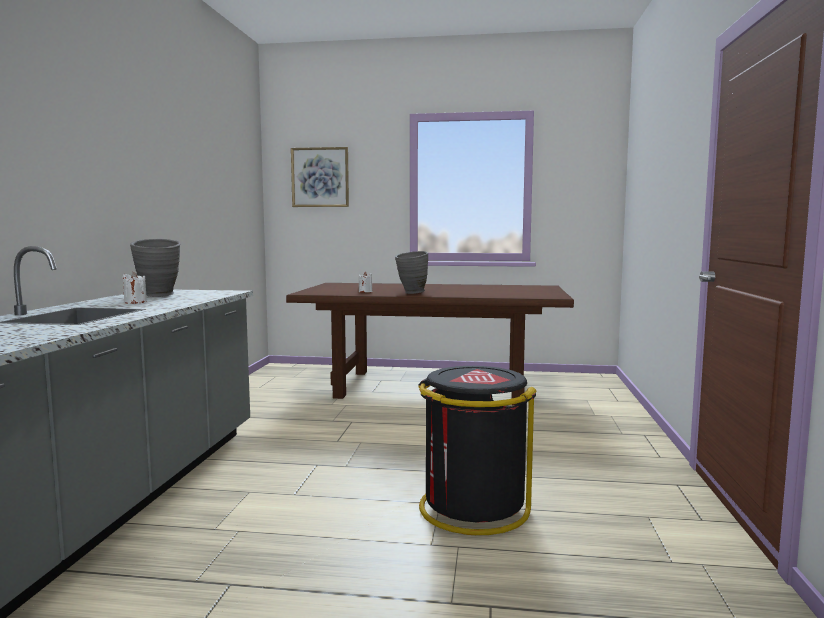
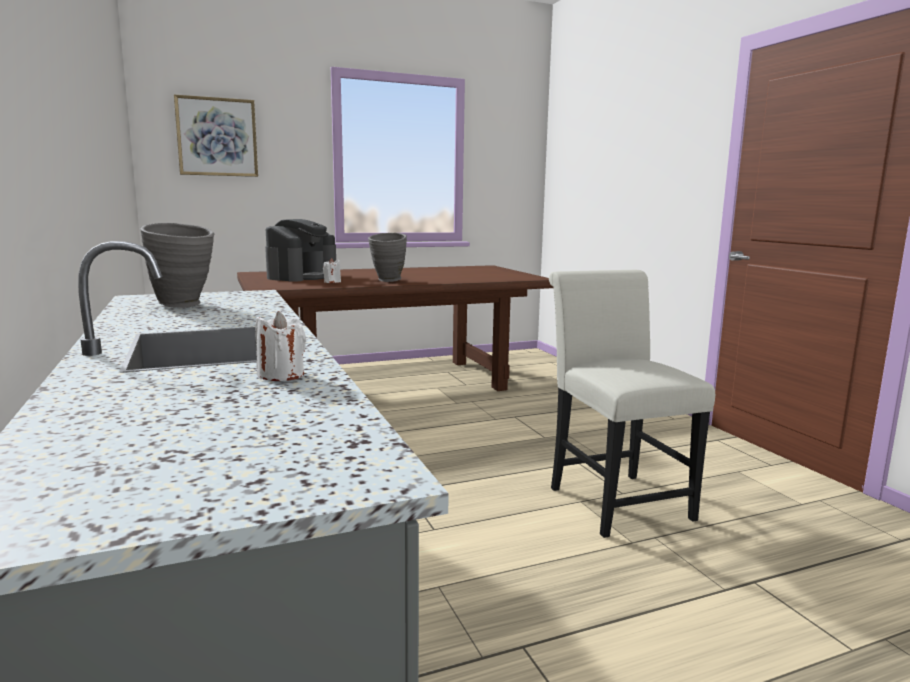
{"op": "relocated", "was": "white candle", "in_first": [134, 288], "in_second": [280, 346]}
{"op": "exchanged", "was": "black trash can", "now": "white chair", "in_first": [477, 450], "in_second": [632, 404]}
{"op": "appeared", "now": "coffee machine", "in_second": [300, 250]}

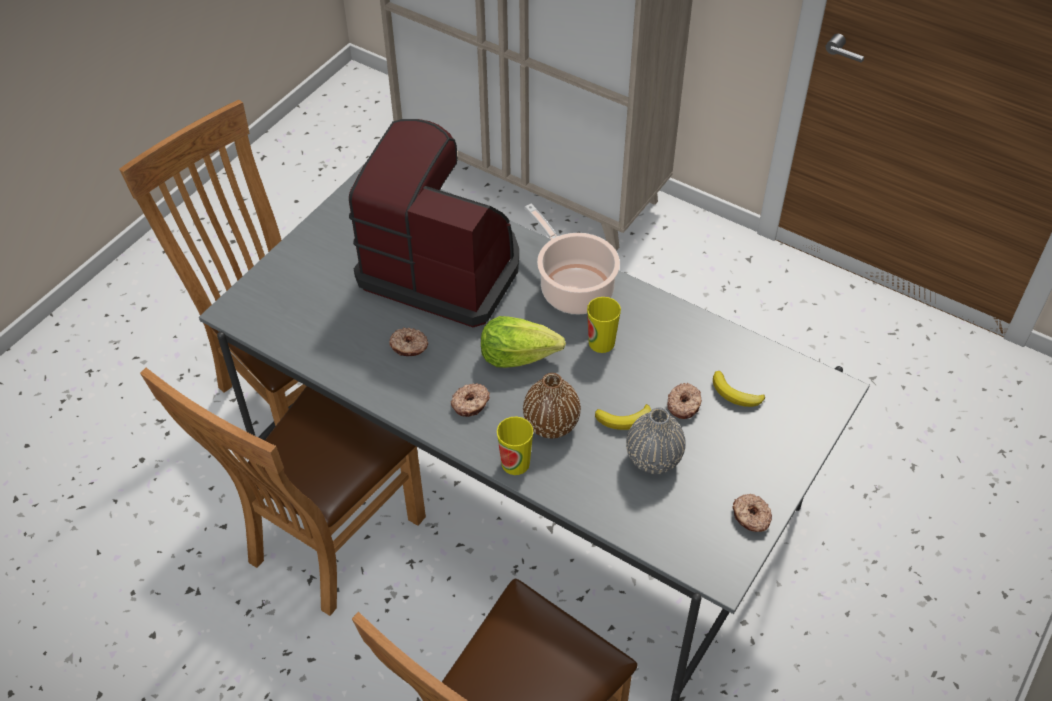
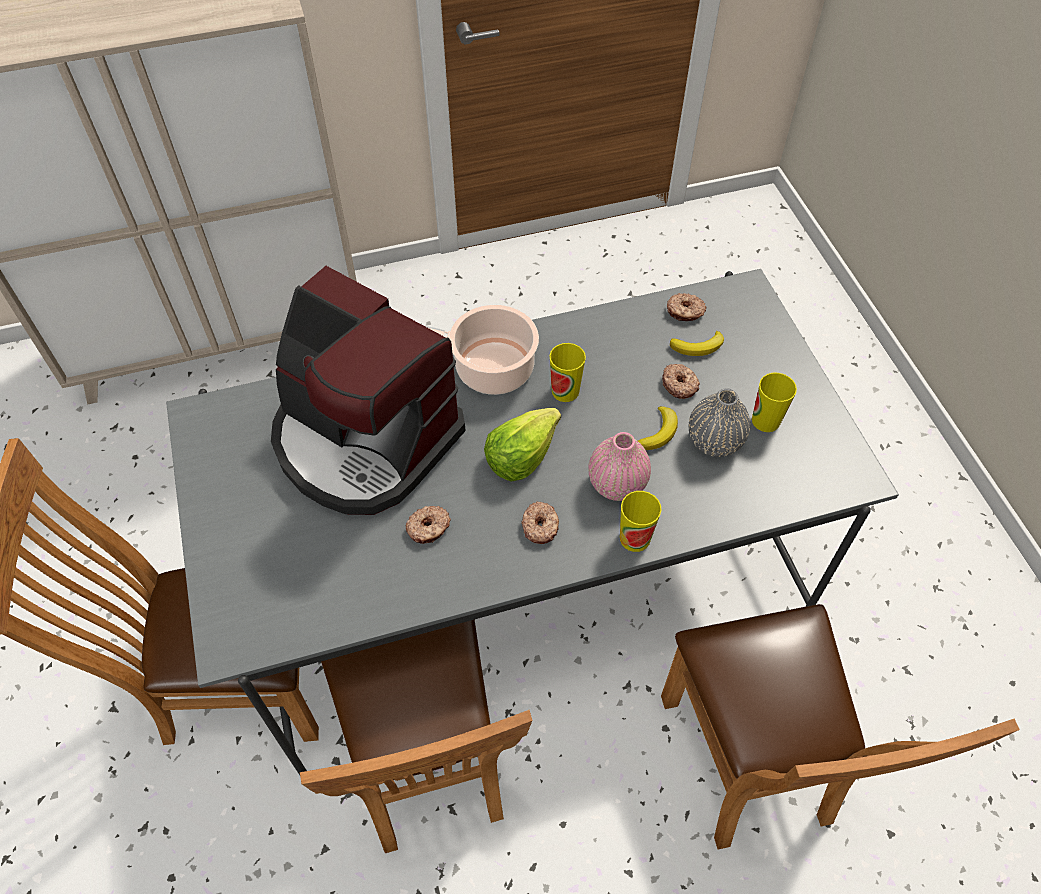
{"op": "spun", "was": "coffee machine", "in_first": [434, 223], "in_second": [368, 390], "clockwise": -120}
{"op": "colour", "was": "brown vase", "now": "pink vase", "in_first": [552, 405], "in_second": [619, 466]}
{"op": "relocated", "was": "donut", "in_first": [752, 513], "in_second": [687, 307]}
{"op": "appeared", "now": "cup", "in_second": [774, 402]}

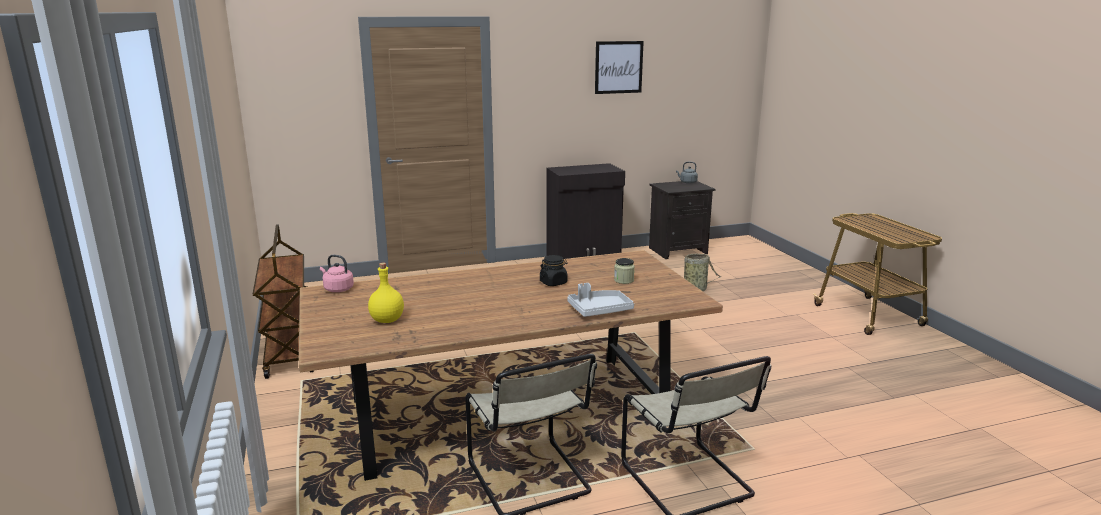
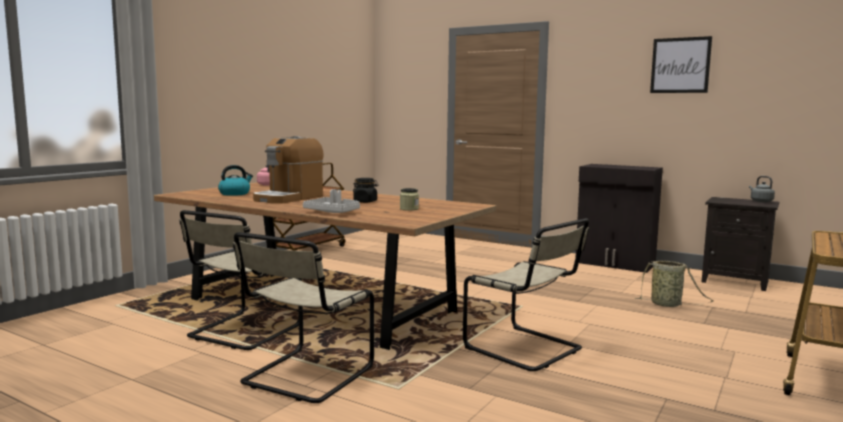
{"op": "exchanged", "was": "yellow bottle", "now": "kettle", "in_first": [386, 293], "in_second": [235, 180]}
{"op": "appeared", "now": "coffee machine", "in_second": [288, 170]}
{"op": "appeared", "now": "beige chair", "in_second": [526, 294]}

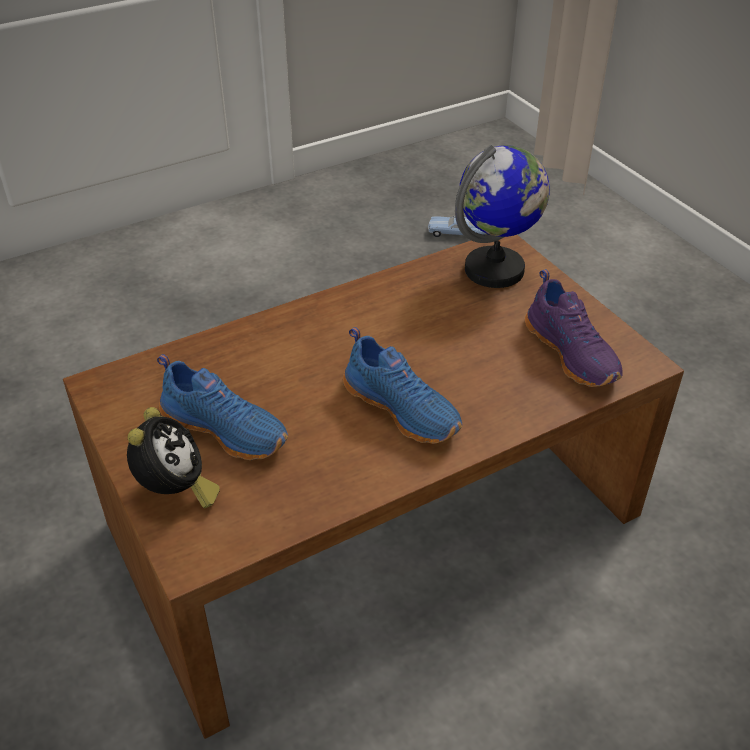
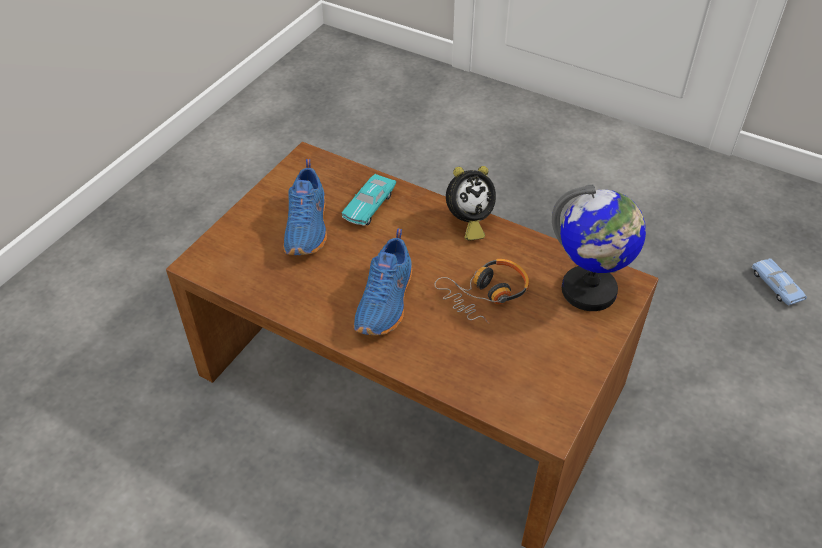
{"op": "relocated", "was": "alarm clock", "in_first": [173, 458], "in_second": [471, 203]}
{"op": "missing", "was": "purple shoe", "in_first": [574, 328]}
{"op": "appeared", "now": "turquoise toy car", "in_second": [369, 200]}
{"op": "appeared", "now": "headphones", "in_second": [481, 291]}

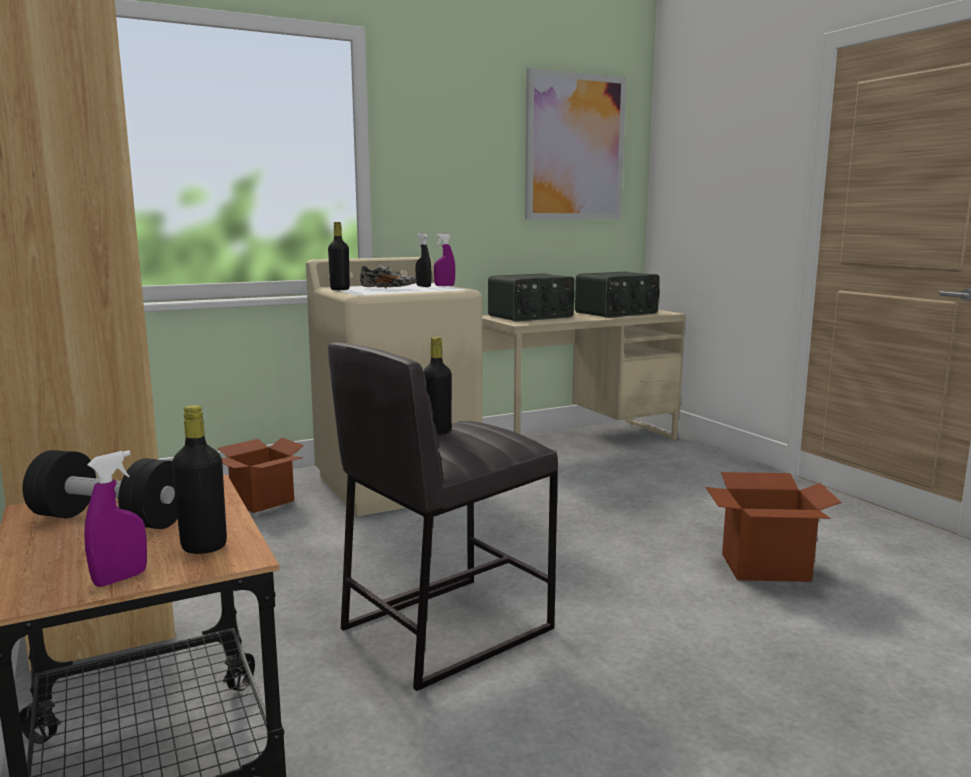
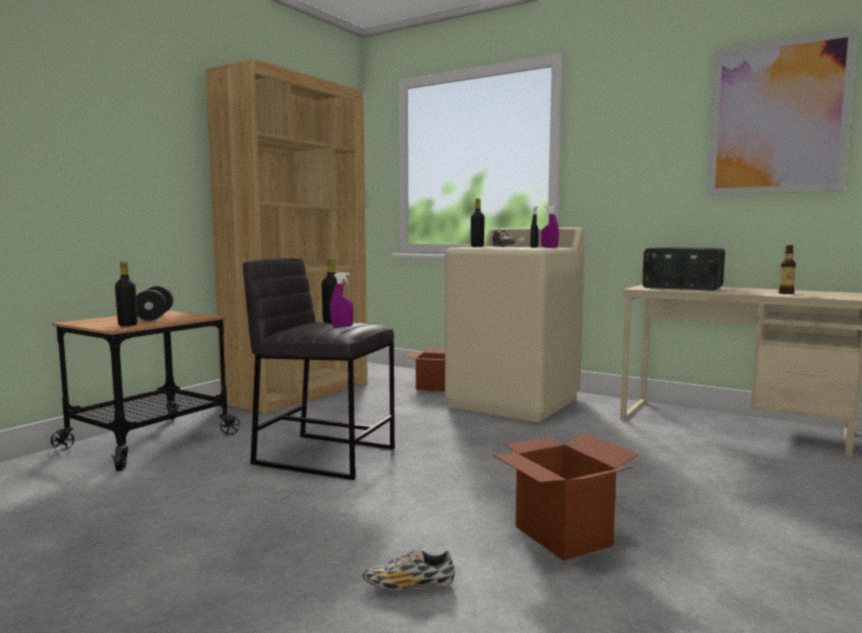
{"op": "relocated", "was": "purple spray bottle", "in_first": [115, 518], "in_second": [342, 299]}
{"op": "exchanged", "was": "radio", "now": "bottle", "in_first": [617, 294], "in_second": [787, 269]}
{"op": "appeared", "now": "shoe", "in_second": [408, 568]}

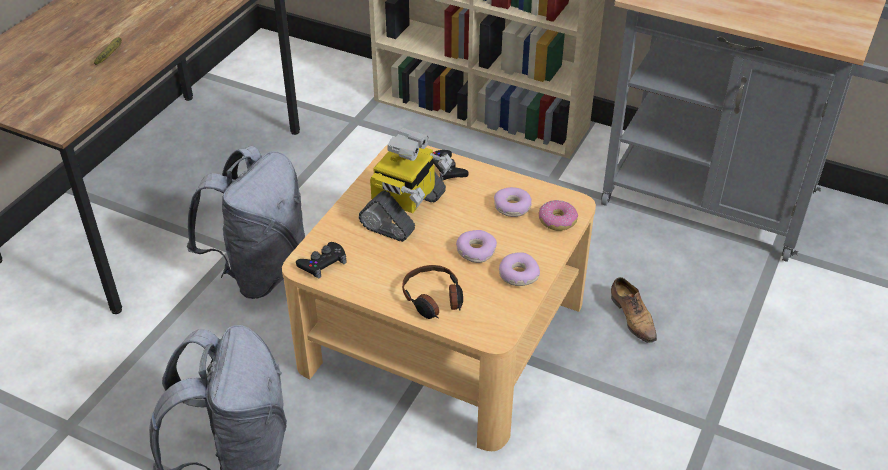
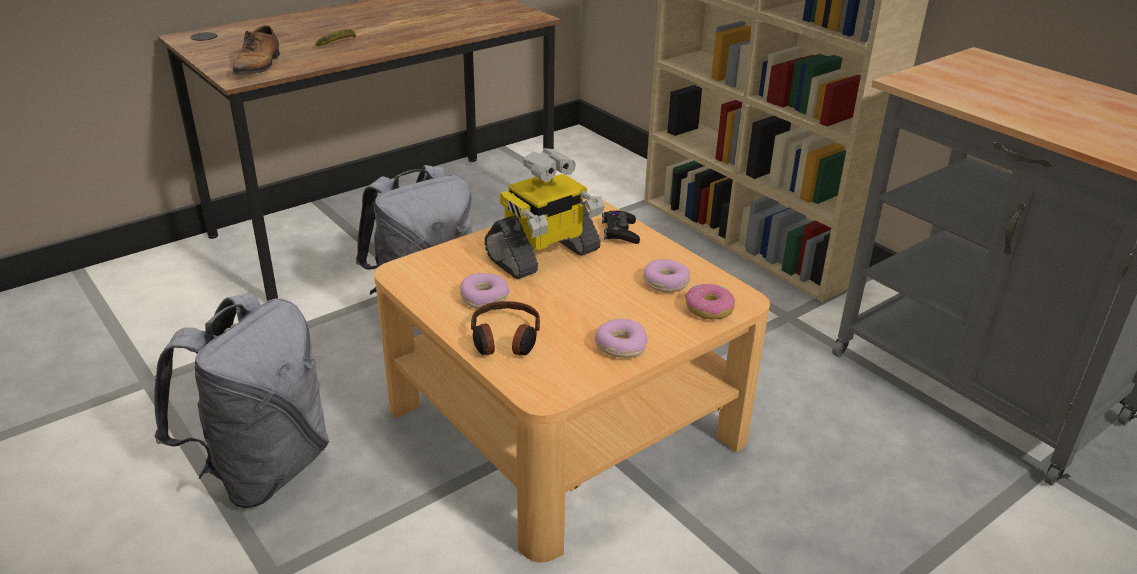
{"op": "missing", "was": "black game controller", "in_first": [321, 260]}
{"op": "relocated", "was": "donut", "in_first": [476, 246], "in_second": [484, 291]}
{"op": "relocated", "was": "shoe", "in_first": [634, 310], "in_second": [256, 50]}

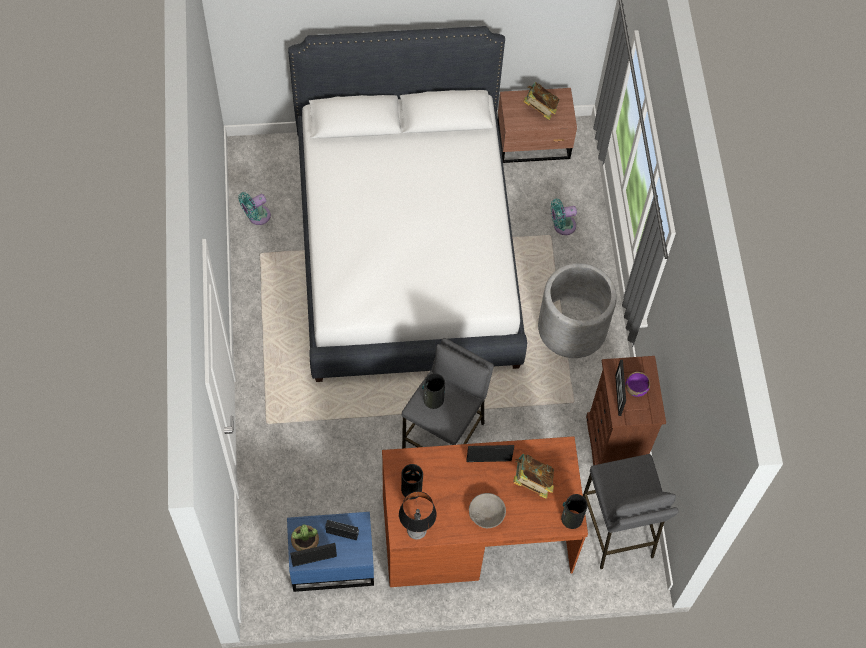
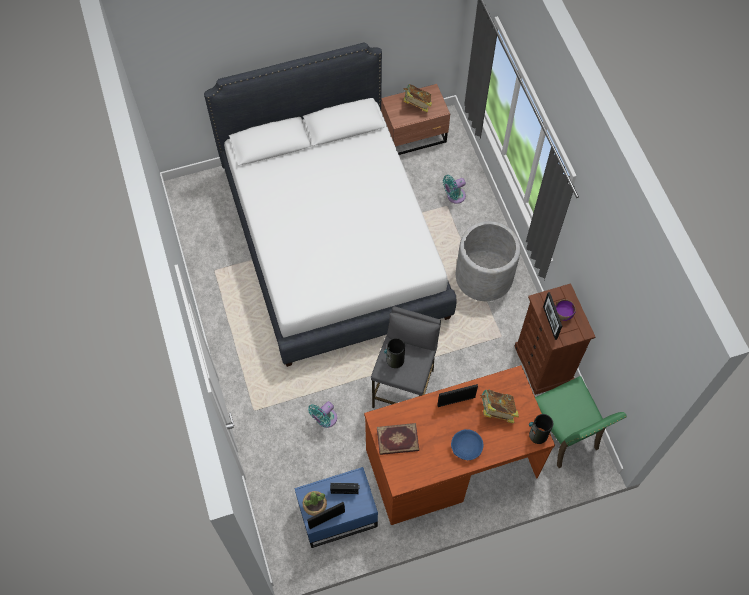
{"op": "relocated", "was": "turquoise fan", "in_first": [254, 208], "in_second": [322, 414]}
{"op": "missing", "was": "table lamp", "in_first": [418, 515]}
{"op": "exchanged", "was": "vase", "now": "book", "in_first": [412, 481], "in_second": [398, 439]}
{"op": "colour", "was": "grey bowl", "now": "blue bowl", "in_first": [487, 510], "in_second": [467, 444]}
{"op": "exchanged", "was": "grey stool", "now": "green chair", "in_first": [631, 511], "in_second": [581, 422]}

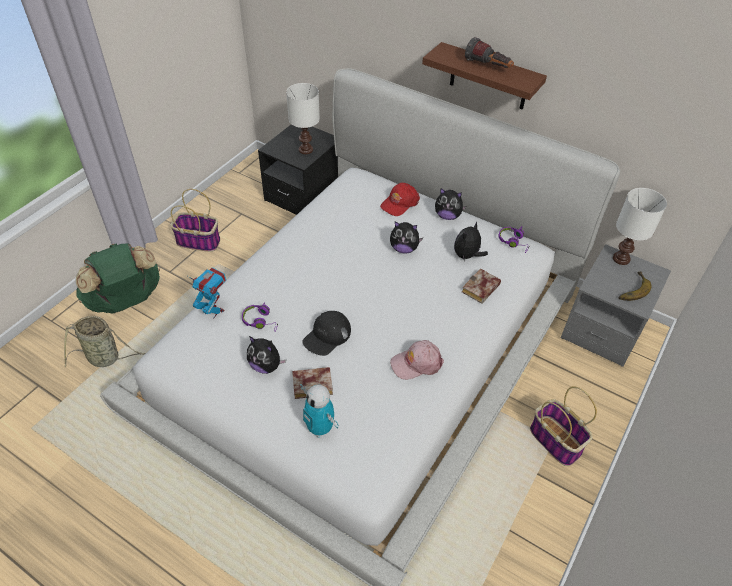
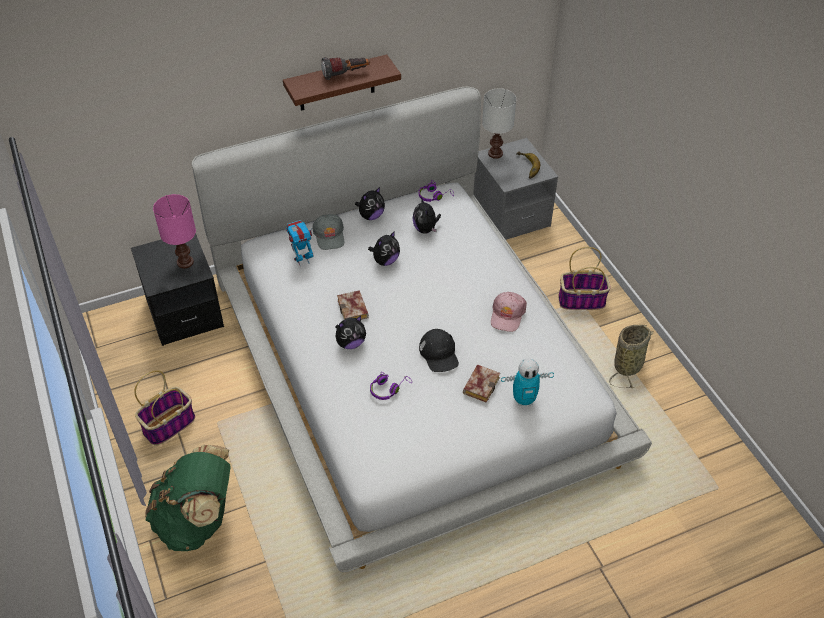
{"op": "relocated", "was": "basket", "in_first": [105, 342], "in_second": [631, 356]}
{"op": "relocated", "was": "toy robot", "in_first": [207, 293], "in_second": [300, 242]}
{"op": "relocated", "was": "plush toy", "in_first": [266, 355], "in_second": [350, 332]}
{"op": "colour", "was": "white table lamp", "now": "pink table lamp", "in_first": [303, 118], "in_second": [174, 231]}
{"op": "colour", "was": "red cap", "now": "grey cap", "in_first": [400, 199], "in_second": [328, 232]}
{"op": "relocated", "was": "book", "in_first": [481, 286], "in_second": [353, 305]}

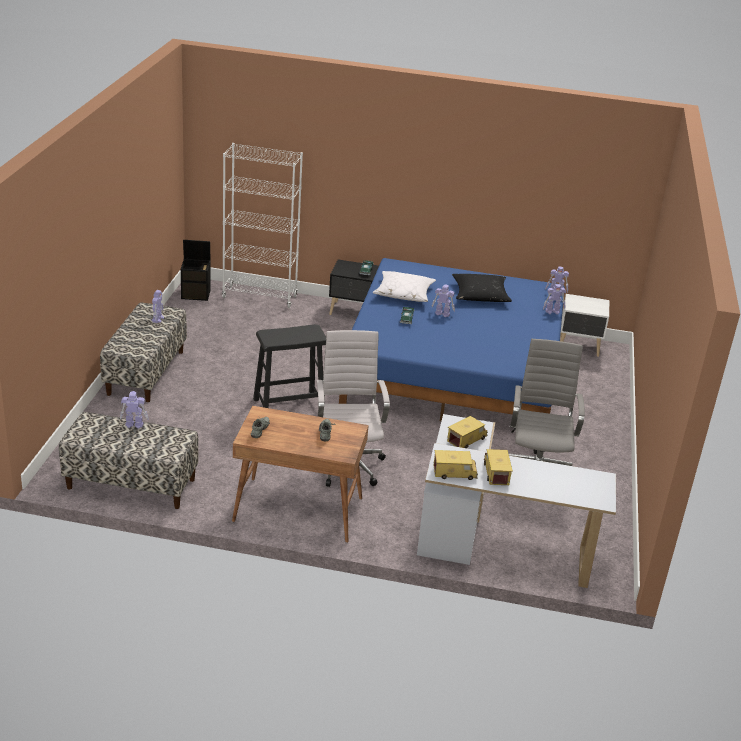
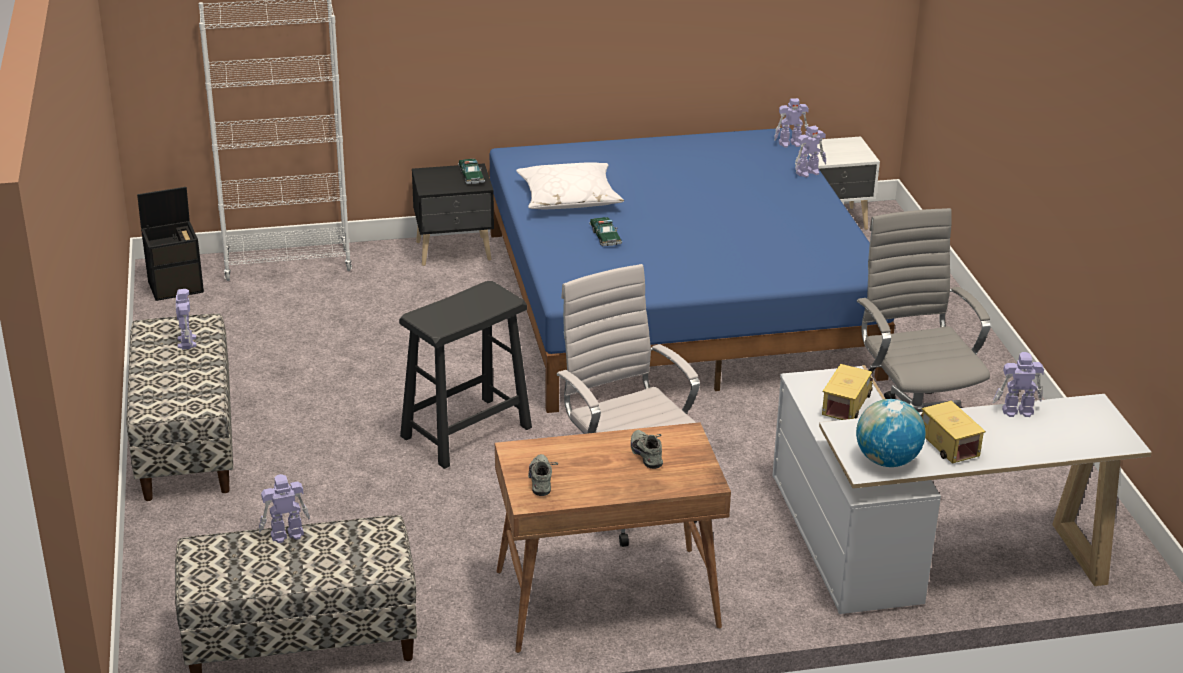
{"op": "relocated", "was": "toy robot", "in_first": [443, 301], "in_second": [1018, 384]}
{"op": "exchanged", "was": "toy truck", "now": "globe", "in_first": [456, 465], "in_second": [890, 433]}
{"op": "missing", "was": "black pillow", "in_first": [482, 288]}

